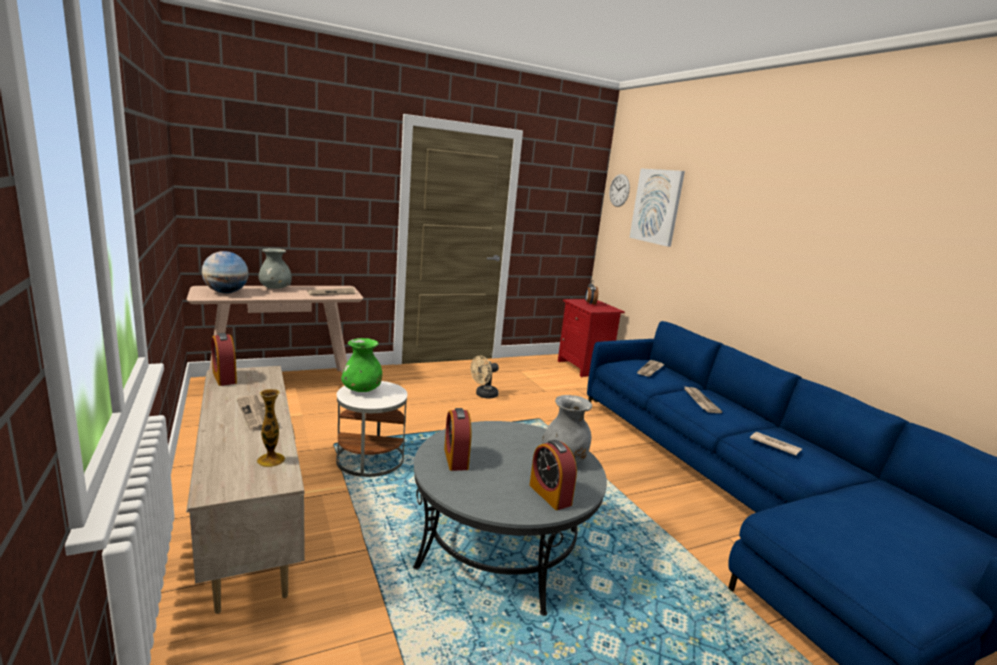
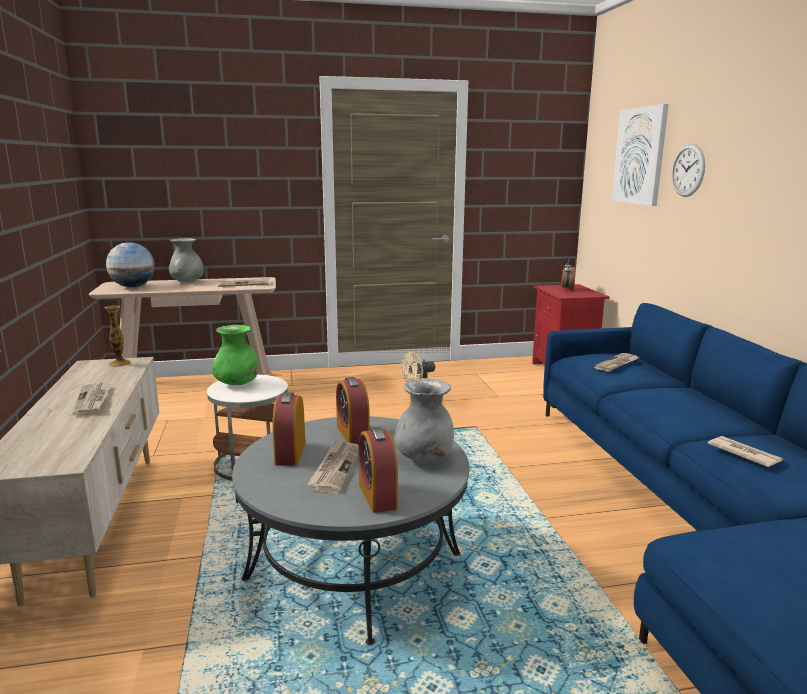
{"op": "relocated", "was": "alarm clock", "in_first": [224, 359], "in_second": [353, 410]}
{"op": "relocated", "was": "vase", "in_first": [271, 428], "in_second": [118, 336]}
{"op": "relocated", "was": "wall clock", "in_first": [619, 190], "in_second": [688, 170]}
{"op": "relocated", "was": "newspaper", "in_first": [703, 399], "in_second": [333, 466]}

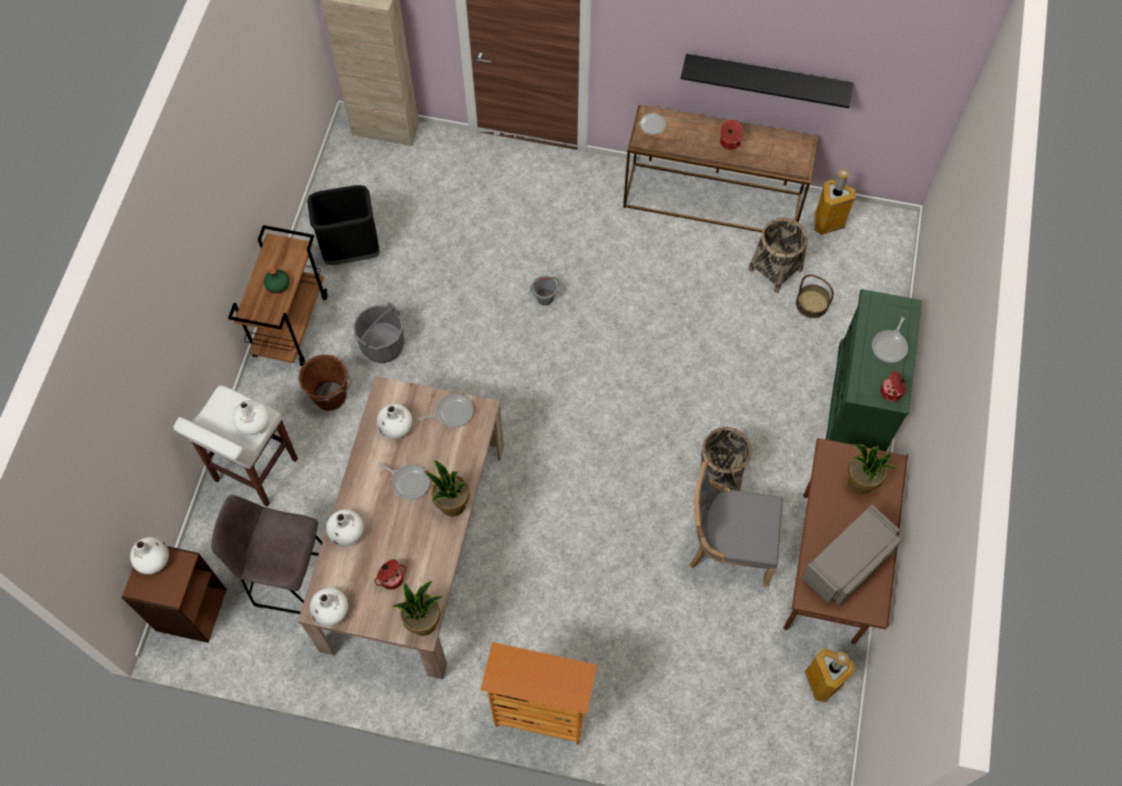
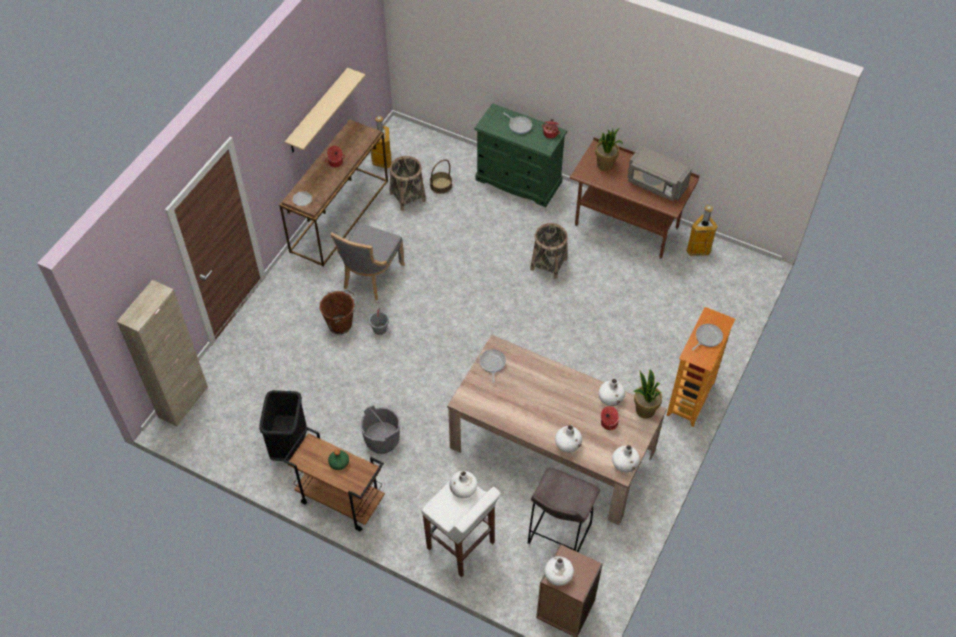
{"op": "relocated", "was": "brown bucket", "in_first": [325, 382], "in_second": [337, 311]}
{"op": "relocated", "was": "white vase", "in_first": [394, 421], "in_second": [611, 392]}
{"op": "relocated", "was": "frying pan", "in_first": [404, 481], "in_second": [707, 337]}
{"op": "missing", "was": "potted plant", "in_first": [447, 488]}
{"op": "colour", "was": "black shelf", "now": "beige shelf", "in_first": [767, 81], "in_second": [325, 110]}
{"op": "relocated", "was": "grey chair", "in_first": [736, 524], "in_second": [367, 261]}
{"op": "spun", "was": "grey microwave", "in_first": [851, 555], "in_second": [659, 173], "clockwise": 150}

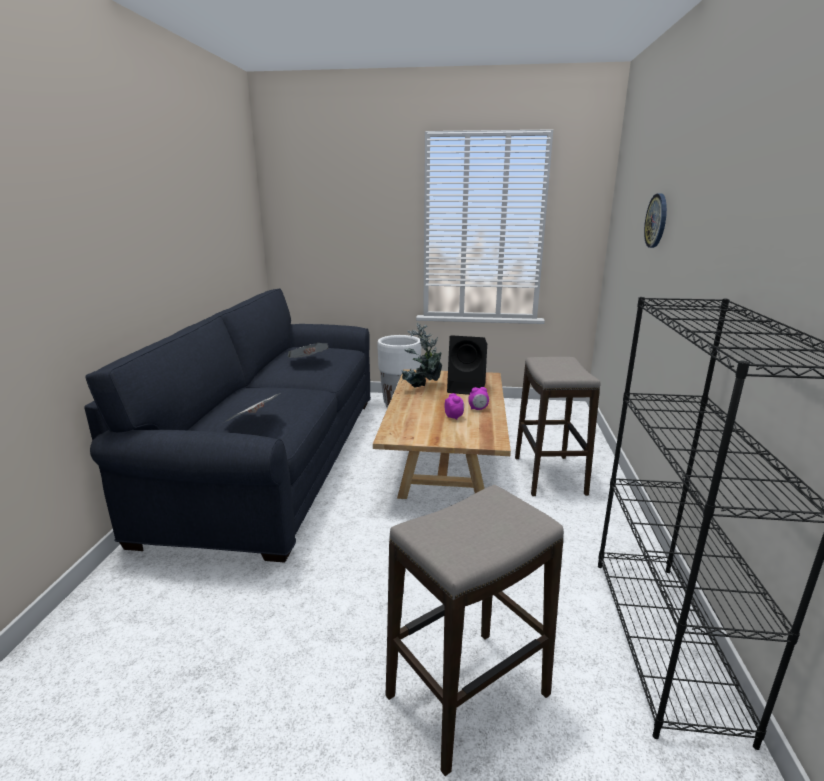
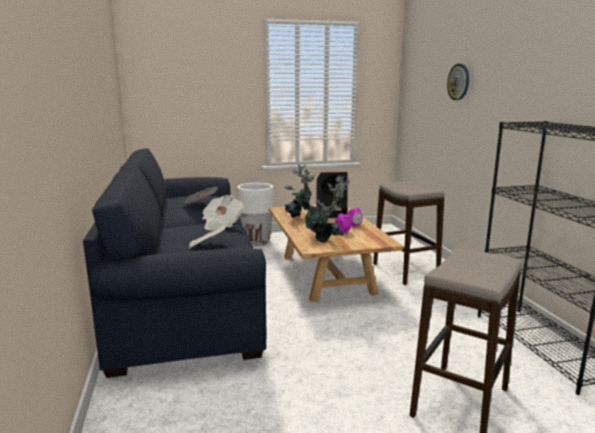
{"op": "appeared", "now": "newspaper", "in_second": [223, 212]}
{"op": "appeared", "now": "potted plant", "in_second": [327, 209]}

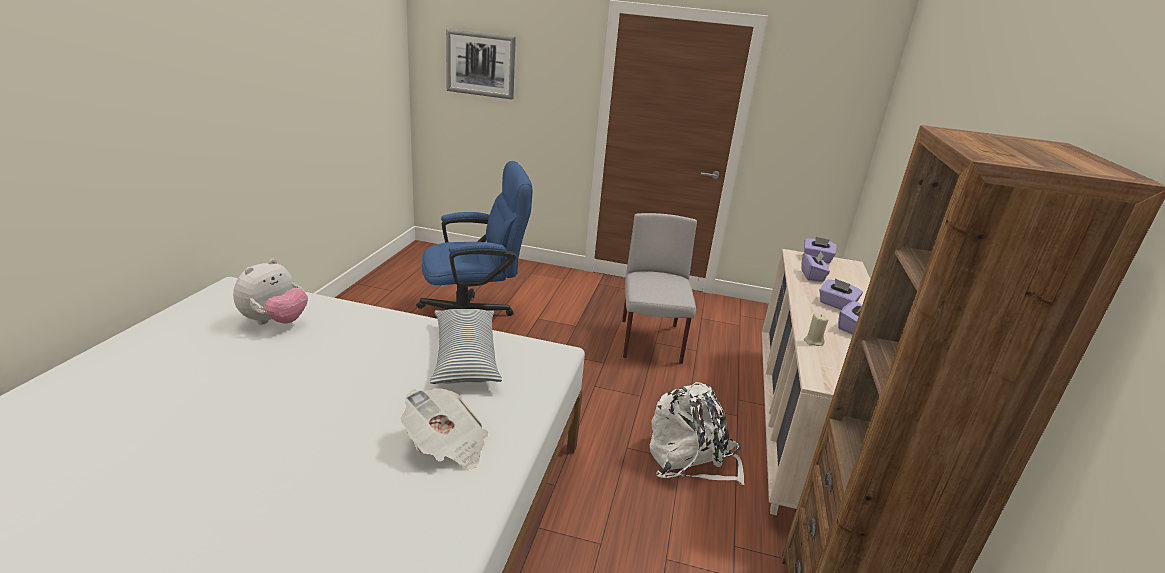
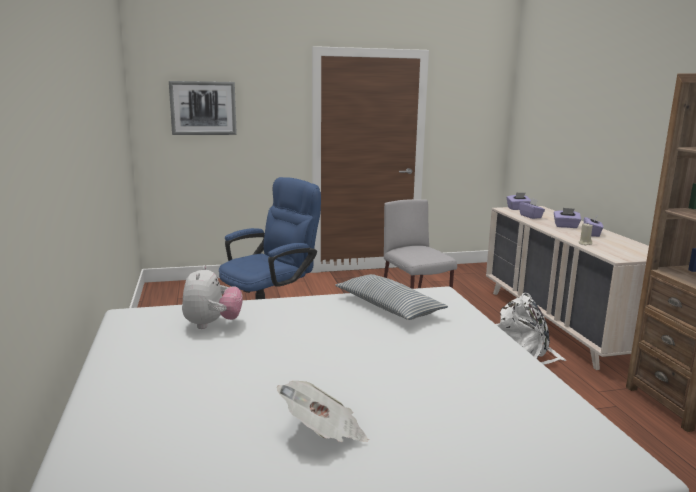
{"op": "relocated", "was": "newspaper", "in_first": [444, 428], "in_second": [323, 411]}

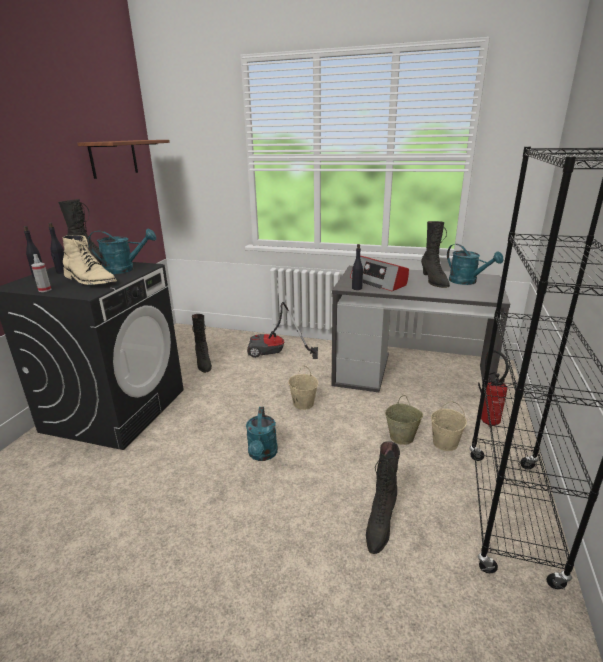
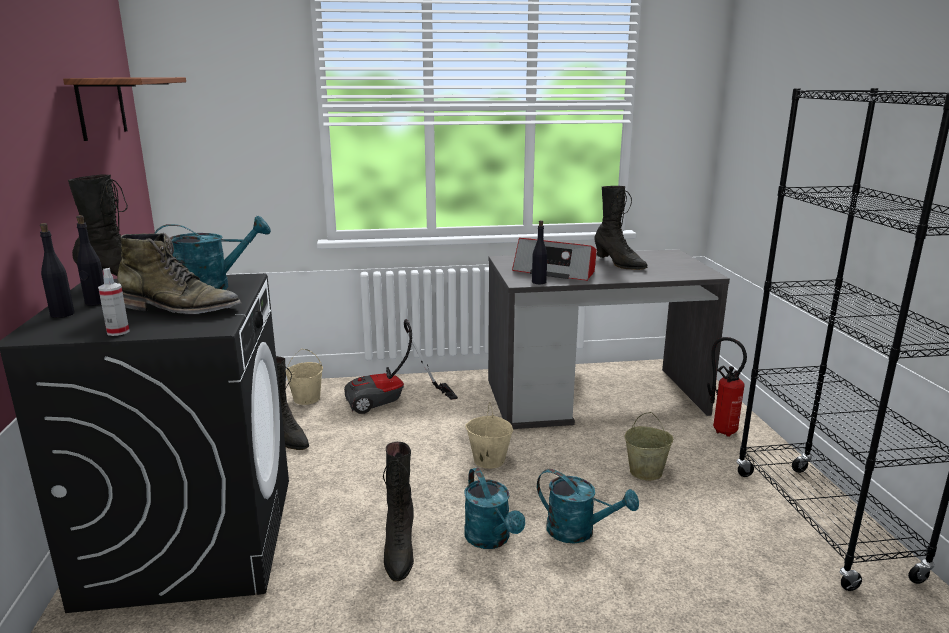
{"op": "colour", "was": "beige boot", "now": "green boot", "in_first": [90, 260], "in_second": [179, 273]}
{"op": "relocated", "was": "black boot", "in_first": [383, 497], "in_second": [398, 512]}
{"op": "relocated", "was": "beige bucket", "in_first": [449, 426], "in_second": [304, 377]}
{"op": "relocated", "was": "turquoise watering can", "in_first": [475, 264], "in_second": [588, 506]}

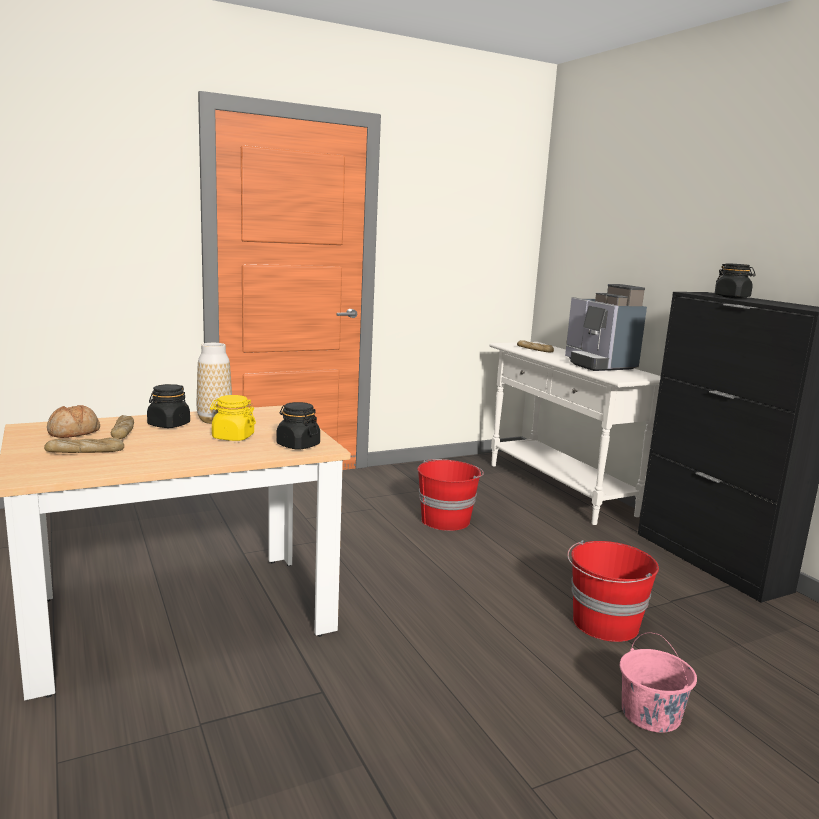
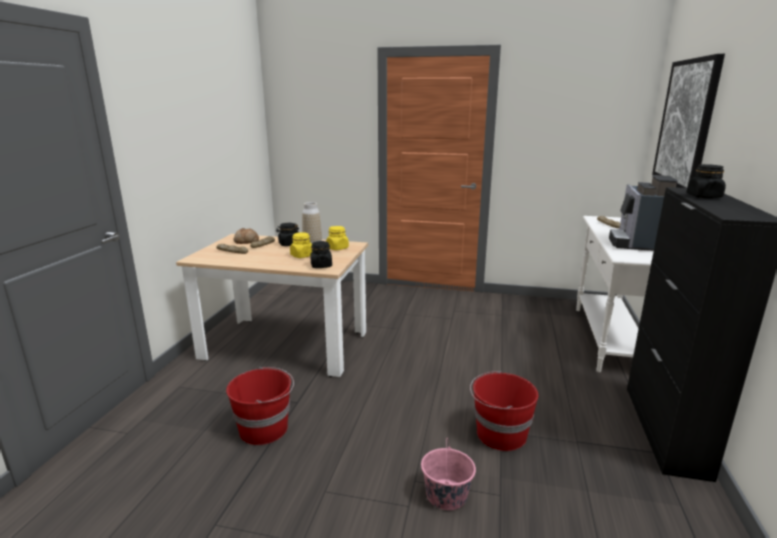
{"op": "relocated", "was": "red bucket", "in_first": [450, 495], "in_second": [260, 406]}
{"op": "appeared", "now": "yellow jar", "in_second": [337, 238]}
{"op": "appeared", "now": "picture", "in_second": [688, 121]}

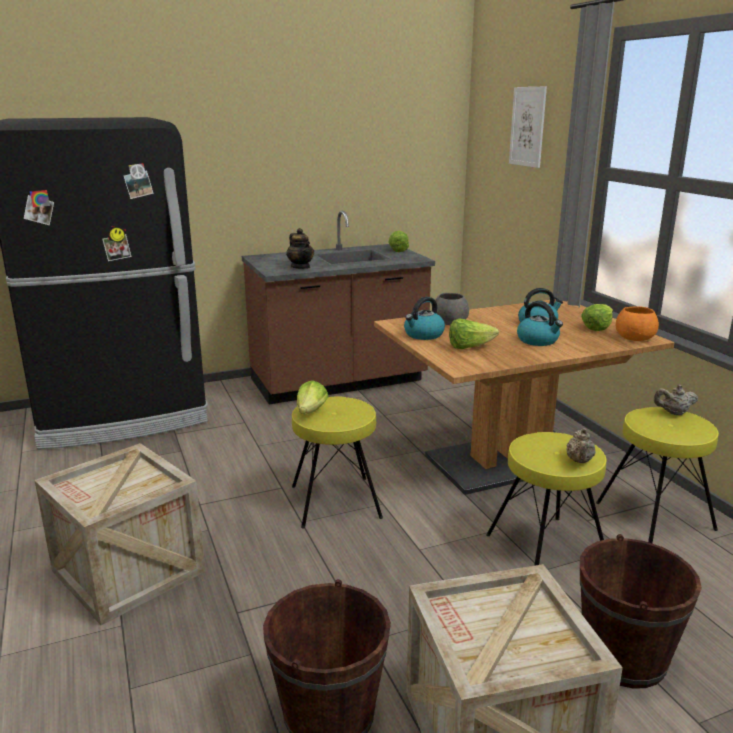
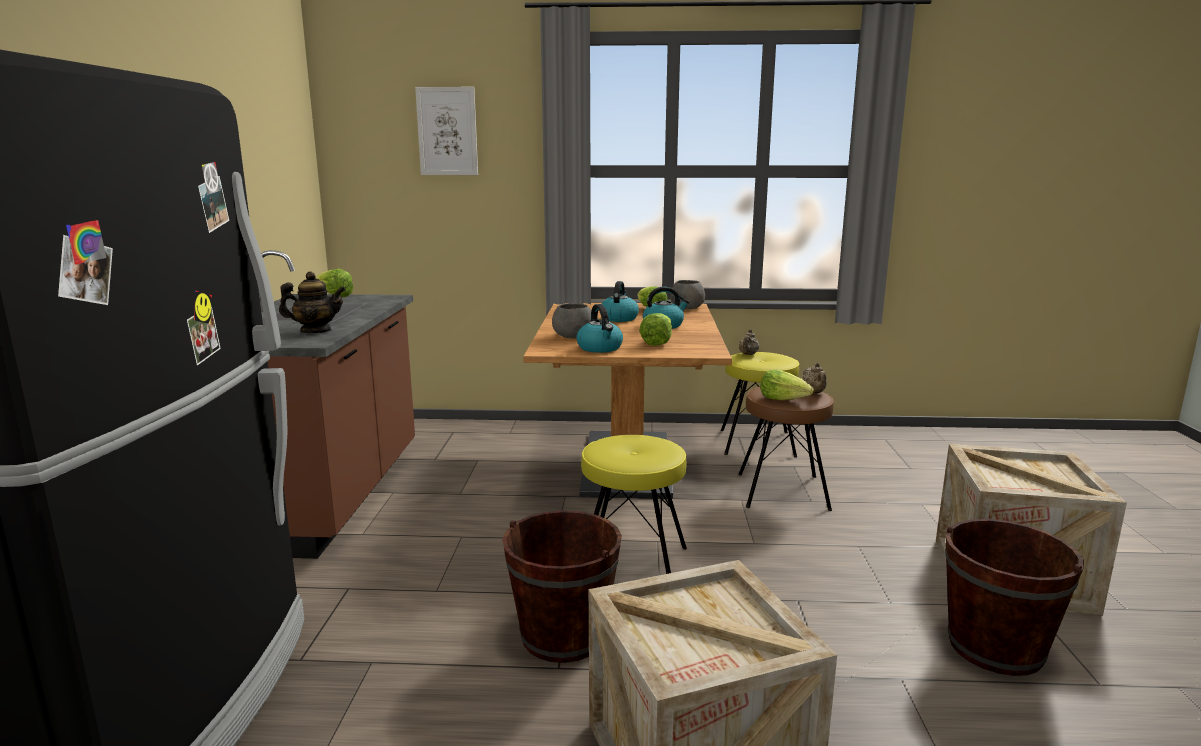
{"op": "relocated", "was": "lettuce", "in_first": [313, 397], "in_second": [787, 385]}
{"op": "colour", "was": "yellow stool", "now": "brown stool", "in_first": [546, 499], "in_second": [786, 449]}
{"op": "spun", "was": "beige teapot", "in_first": [581, 445], "in_second": [815, 378], "clockwise": 45}
{"op": "relocated", "was": "brown bucket", "in_first": [641, 611], "in_second": [562, 586]}
{"op": "colour", "was": "orange bowl", "now": "grey bowl", "in_first": [637, 323], "in_second": [687, 294]}

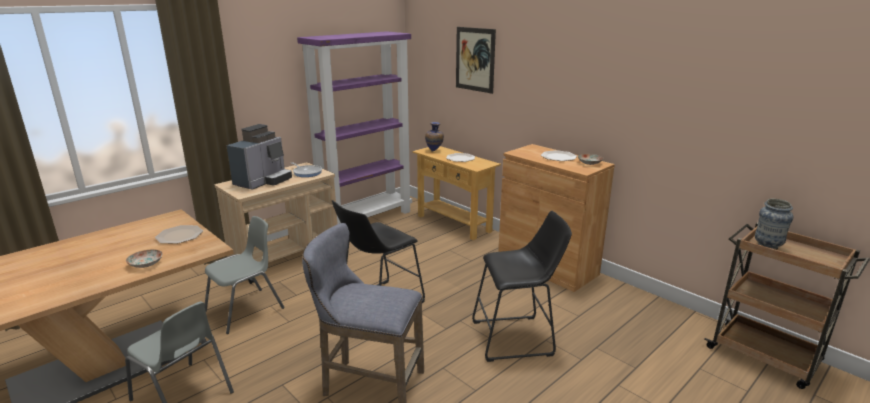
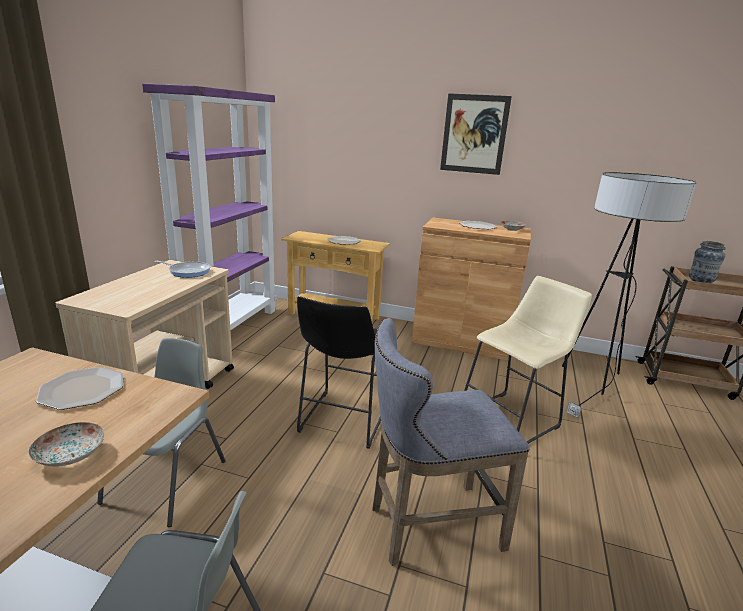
{"op": "missing", "was": "coffee machine", "in_first": [259, 157]}
{"op": "missing", "was": "vase", "in_first": [434, 136]}
{"op": "relocated", "was": "picture", "in_first": [476, 60], "in_second": [476, 134]}
{"op": "colour", "was": "black stool", "now": "beige stool", "in_first": [522, 286], "in_second": [528, 360]}
{"op": "appeared", "now": "floor lamp", "in_second": [629, 294]}

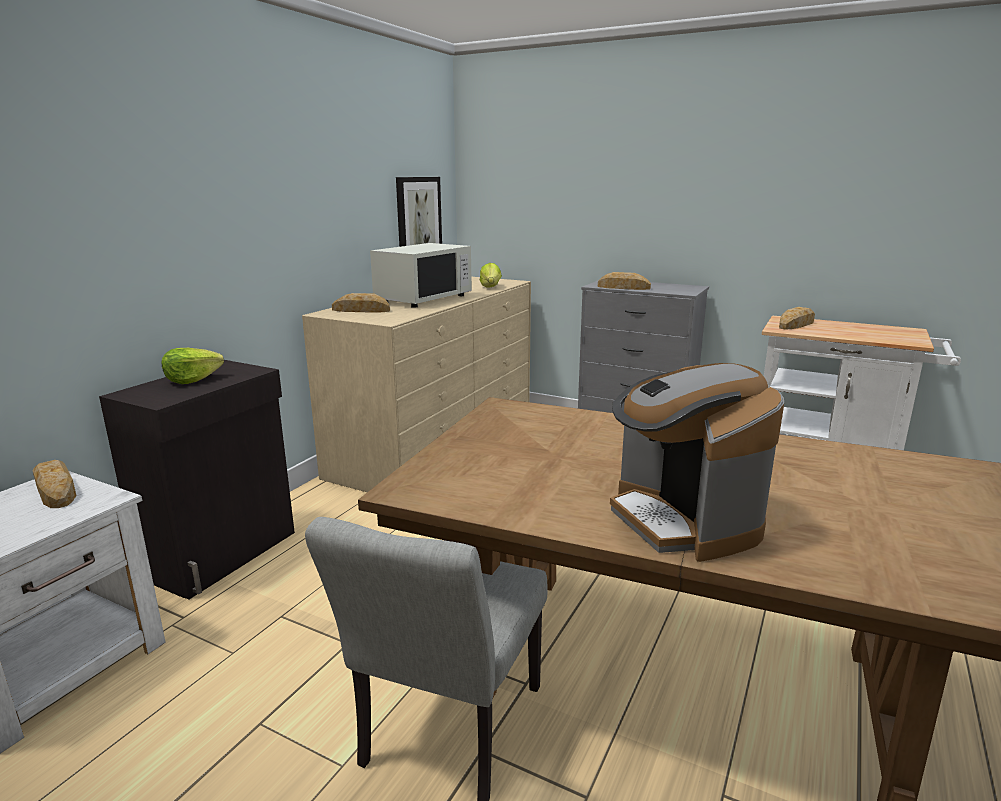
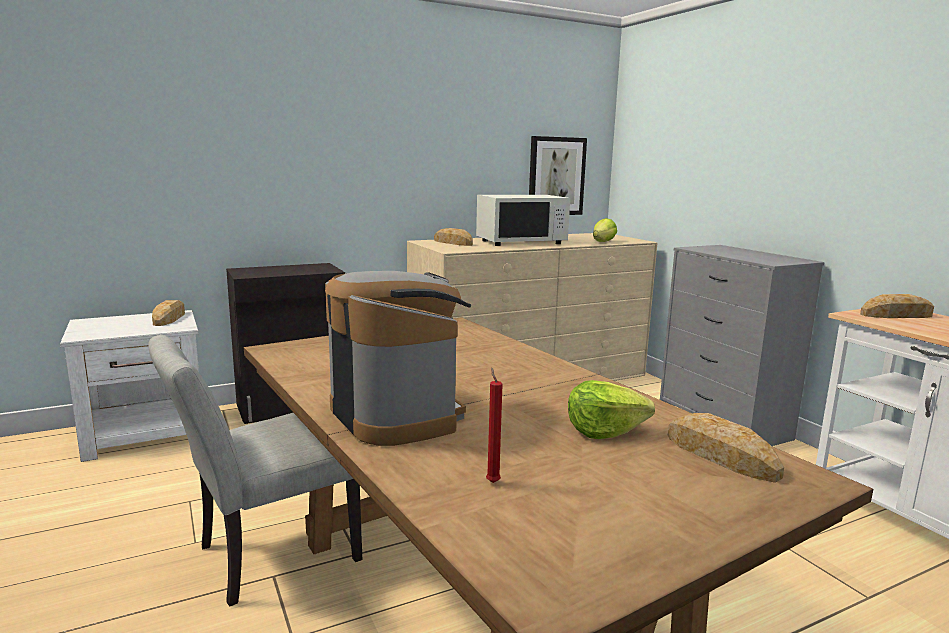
{"op": "relocated", "was": "lettuce", "in_first": [192, 366], "in_second": [611, 409]}
{"op": "relocated", "was": "bread", "in_first": [624, 281], "in_second": [726, 448]}
{"op": "spun", "was": "coffee machine", "in_first": [697, 462], "in_second": [398, 358], "clockwise": 135}
{"op": "appeared", "now": "red candle", "in_second": [494, 425]}

